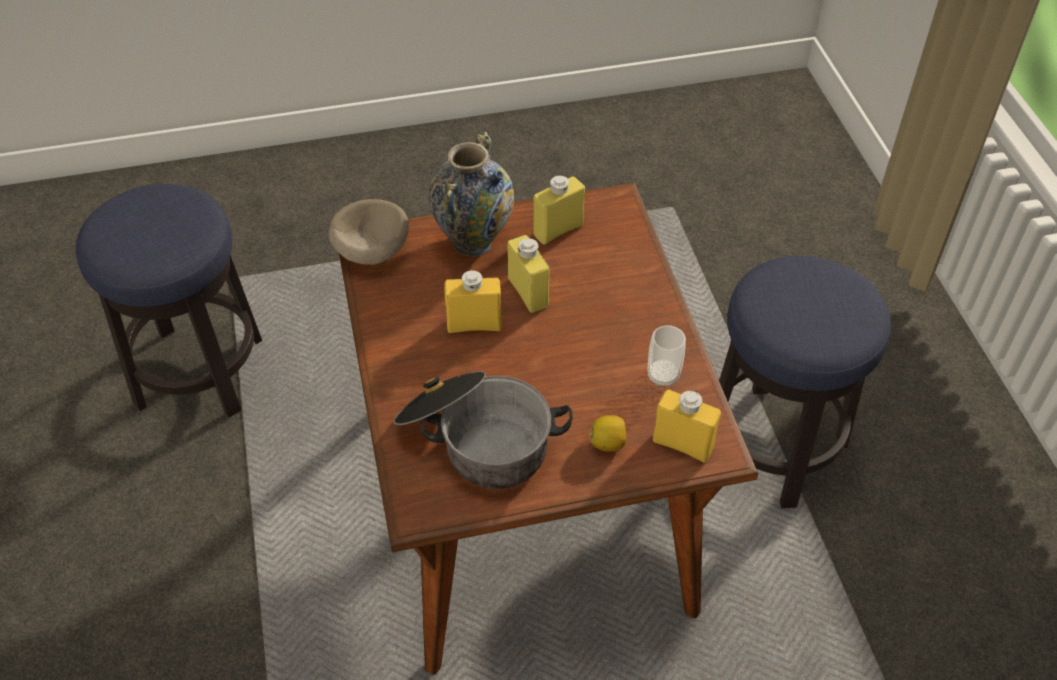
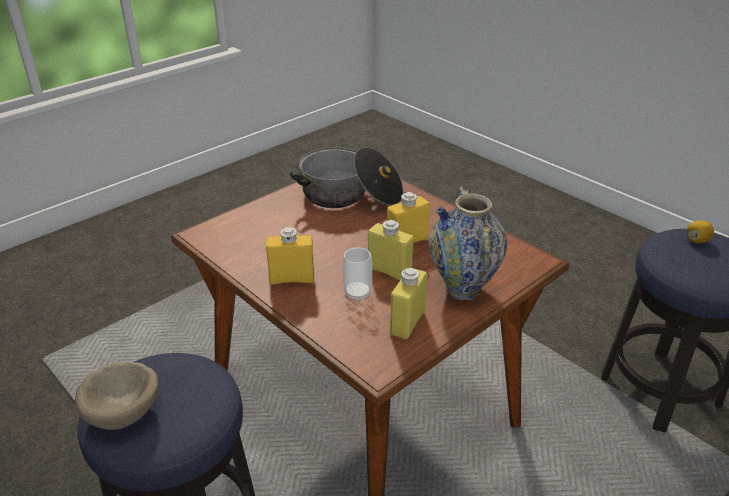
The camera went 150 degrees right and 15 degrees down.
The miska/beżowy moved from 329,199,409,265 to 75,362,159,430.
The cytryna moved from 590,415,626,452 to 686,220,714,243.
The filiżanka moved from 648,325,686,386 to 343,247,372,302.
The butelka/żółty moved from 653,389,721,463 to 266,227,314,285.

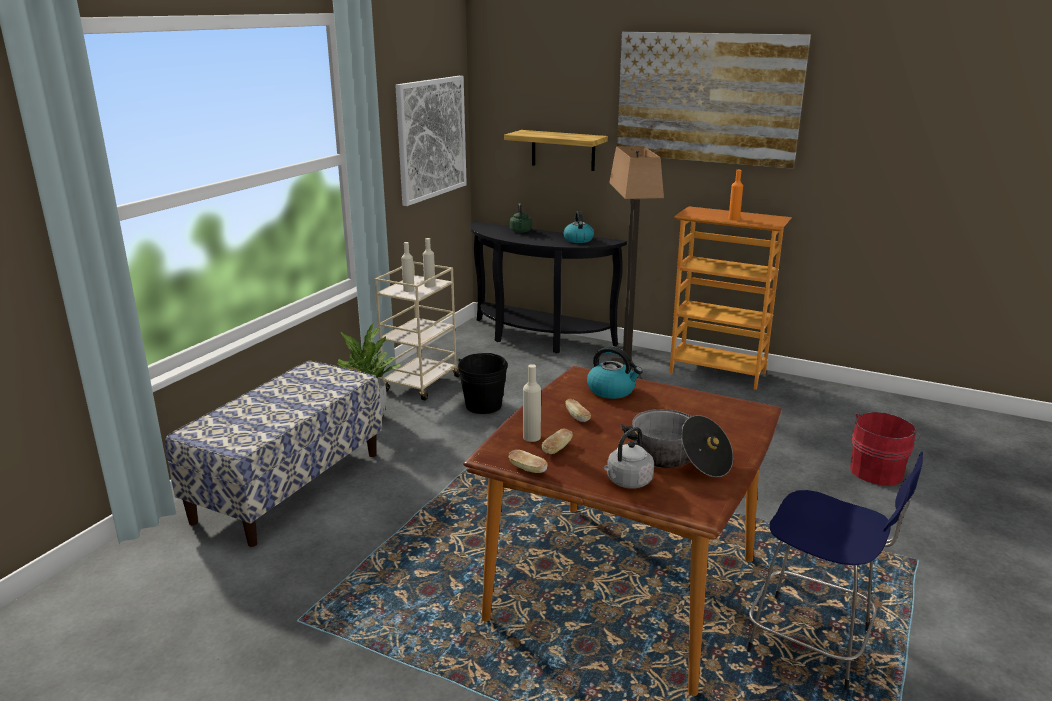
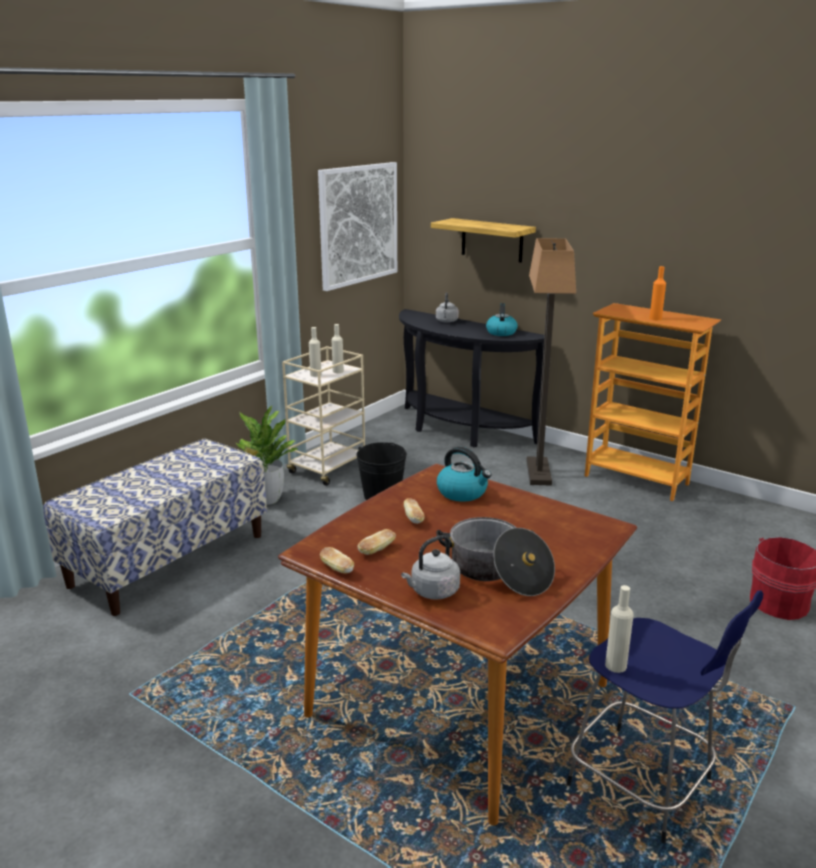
The camera went 10 degrees right and 0 degrees up.
The obraz at 617,32,811,169 disappeared.
The butelka/beżowy moved from 523,364,541,442 to 605,585,634,673.
The czajnik/zielony at 510,203,532,233 became the czajnik/szary at 436,293,459,323.

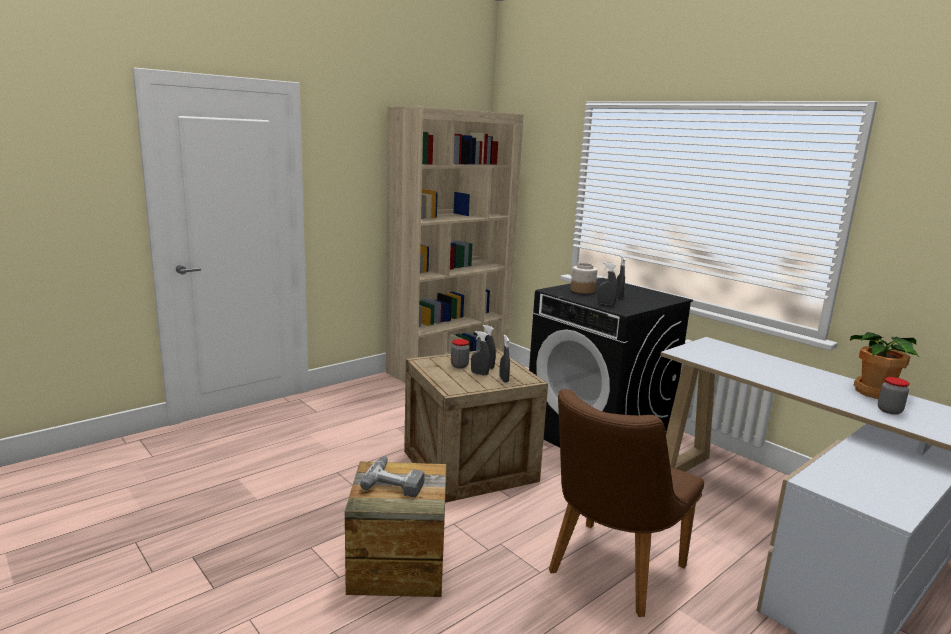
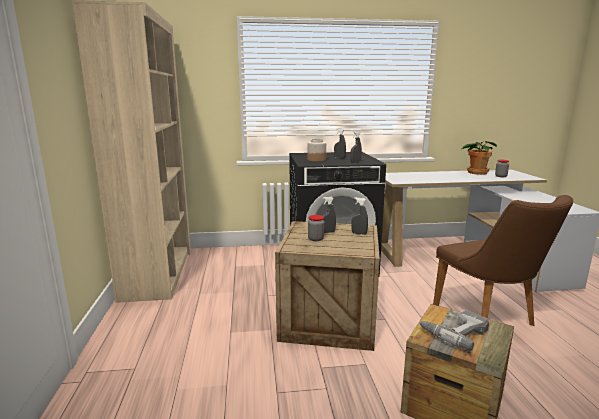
The camera went 55 degrees left and 0 degrees up.
The spryskiwacz/szary at 471,331,490,376 disappeared.

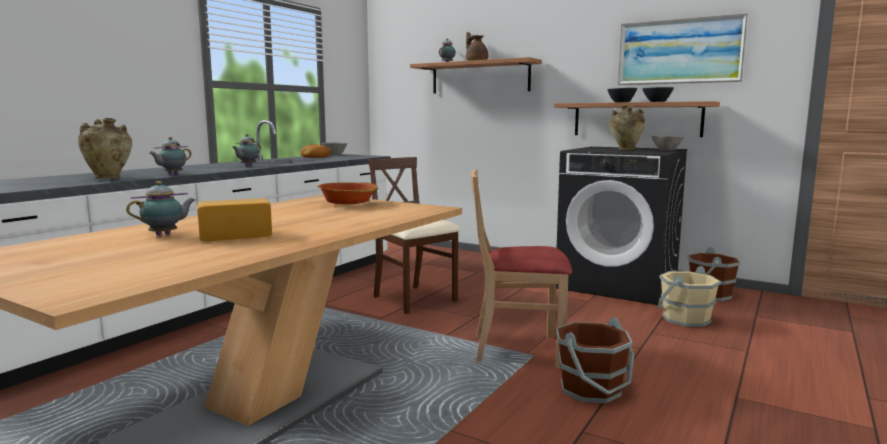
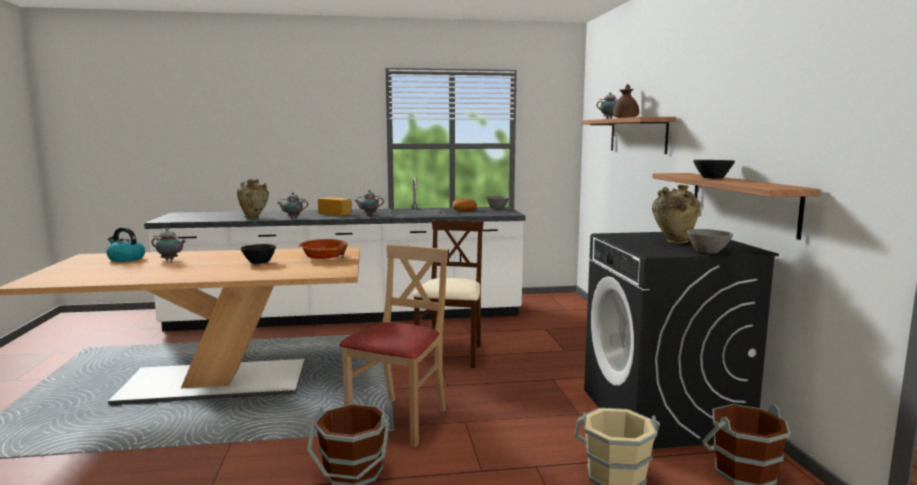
The camera went 50 degrees right and 0 degrees up.
The obraz at 618,13,748,85 disappeared.
The czajnik at 107,227,145,262 appeared.
The chleb moved from 197,198,272,241 to 318,197,352,215.
The miska/czarny moved from 643,87,674,102 to 240,244,276,264.
The krzesło/beżowy at 470,169,572,368 turned 60 degrees clockwise.

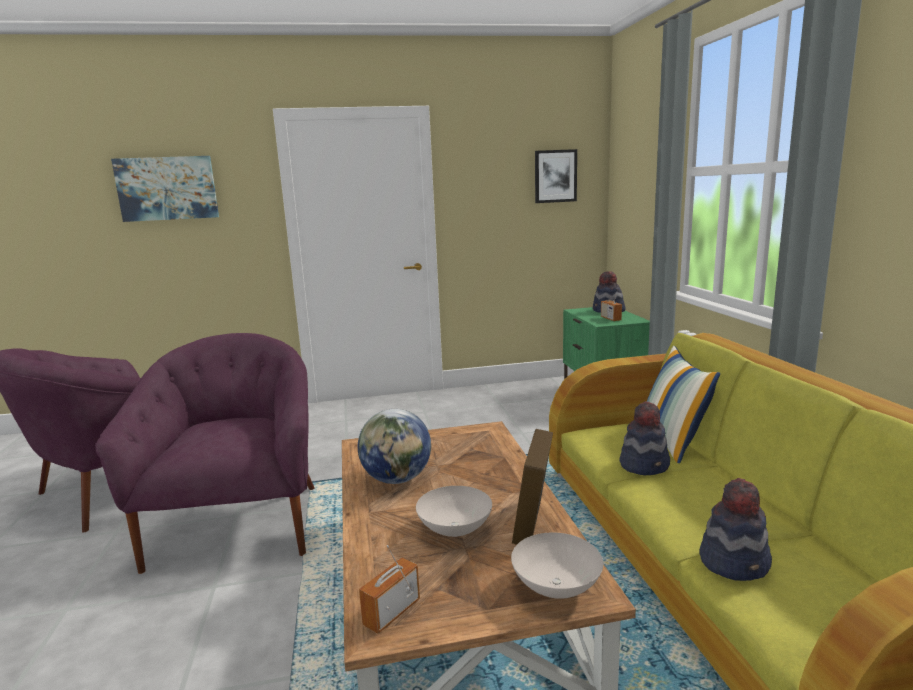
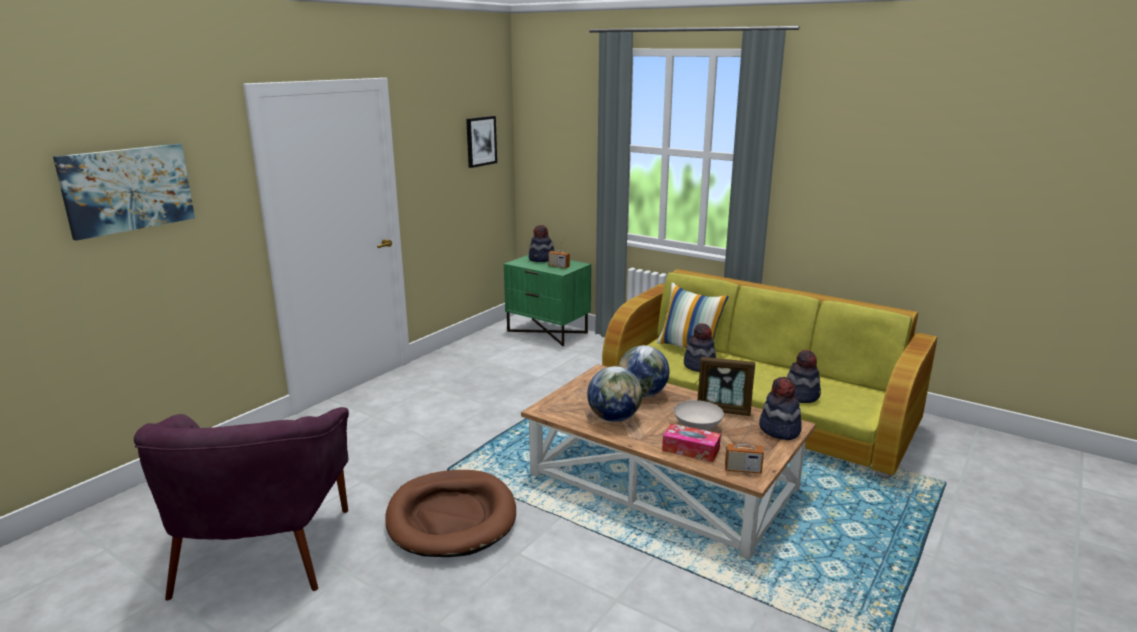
The camera went 45 degrees left and 5 degrees up.
The globus at 618,345,670,397 appeared.
The pudełko chusteczek at 662,423,721,462 appeared.
The fotel/fioletowy at 95,333,315,574 was replaced by the legowisko/brązowy at 385,470,516,557.
The miska/biały at 511,533,603,599 was replaced by the kapelusz at 759,377,802,440.
The radio at 359,545,420,634 turned 75 degrees counterclockwise.
The ramka na zdjęcie at 512,429,553,545 turned 45 degrees counterclockwise.

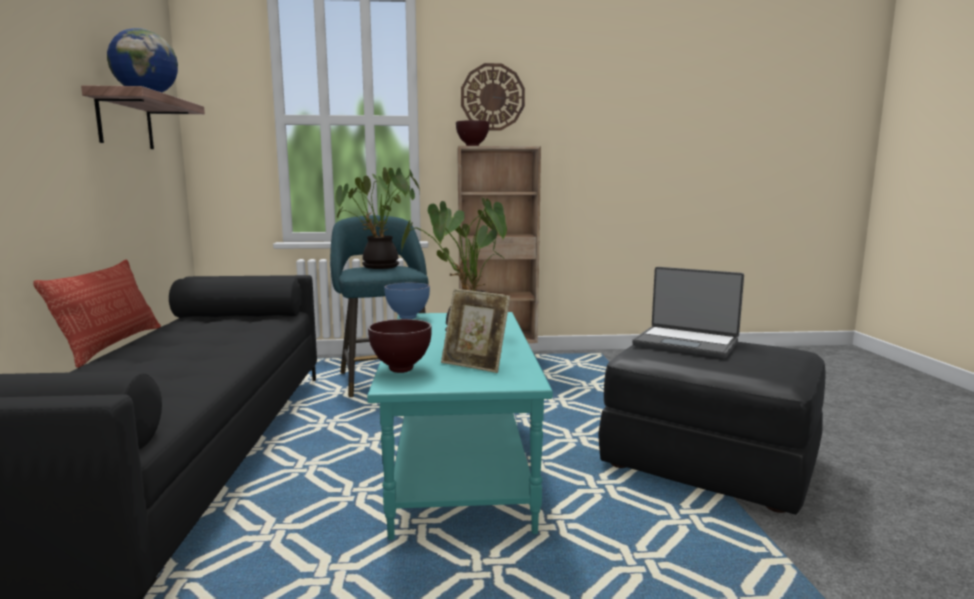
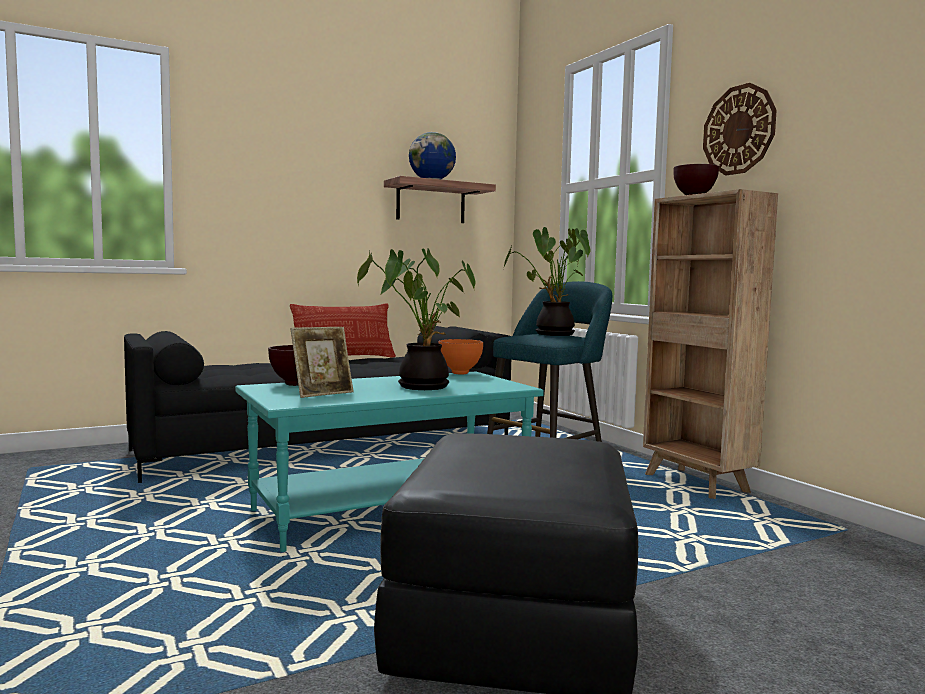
The camera went 65 degrees right and 5 degrees down.
The laptop at 632,267,744,358 disappeared.
The miska/niebieski at 384,282,430,319 became the miska/pomarańczowy at 439,339,483,374.
The ramka na zdjęcie at 441,289,510,373 turned 135 degrees counterclockwise.

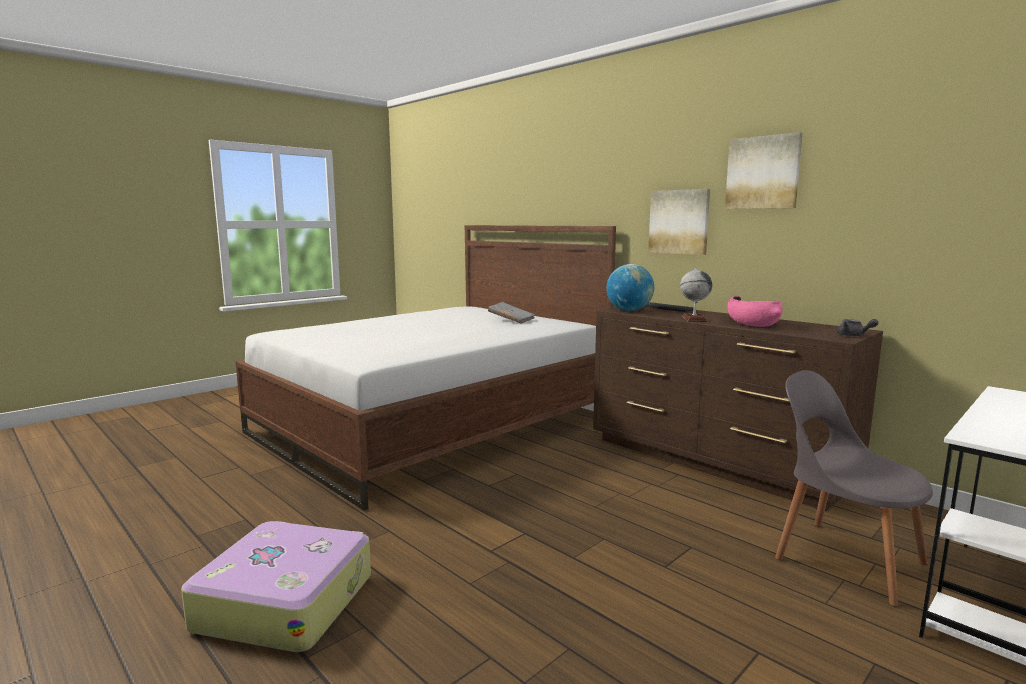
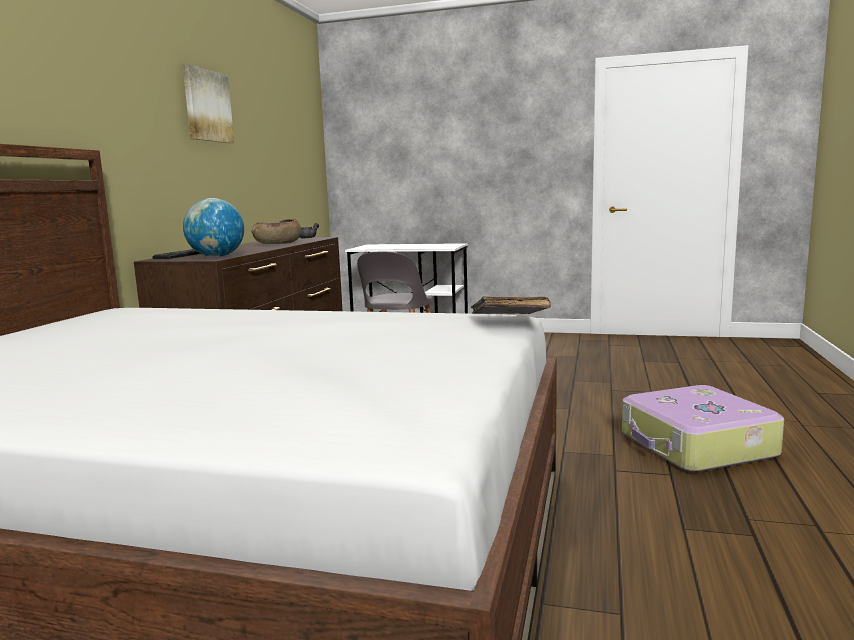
The camera went 120 degrees left and 0 degrees up.
The obraz at 648,189,710,255 disappeared.
The globus at 680,268,712,322 disappeared.
The książka/szary moved from 488,302,535,324 to 471,296,551,314.
The miska/różowy at 727,296,783,327 became the miska/brązowy at 252,219,301,244.

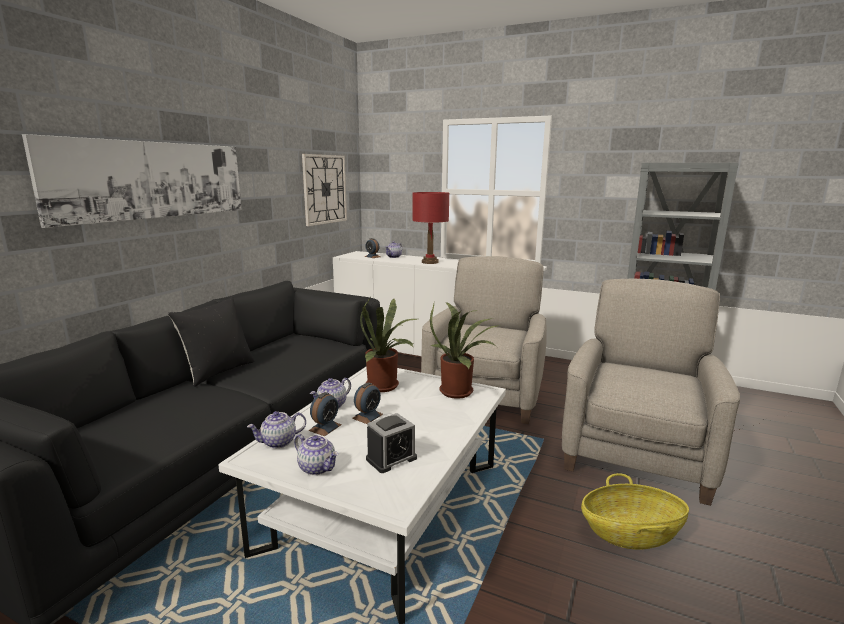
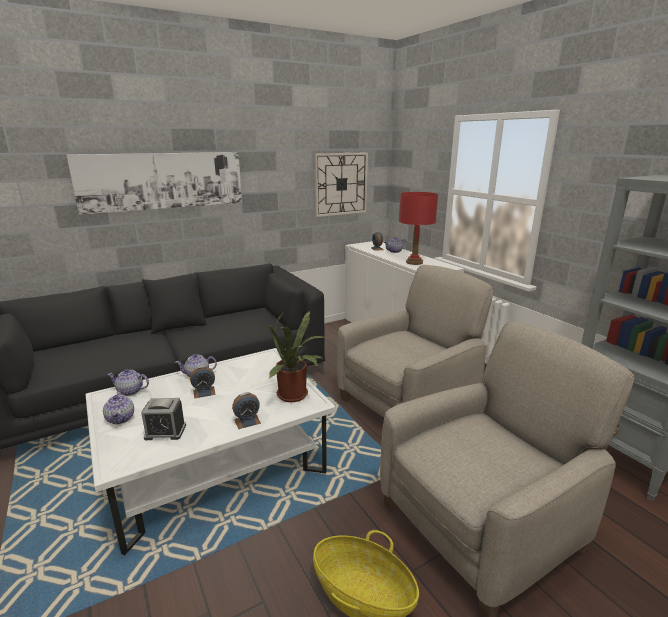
The camera went 35 degrees right and 5 degrees up.
The roślina doniczkowa at 360,298,417,392 disappeared.
The budzik moved from 309,392,342,436 to 232,392,261,429.

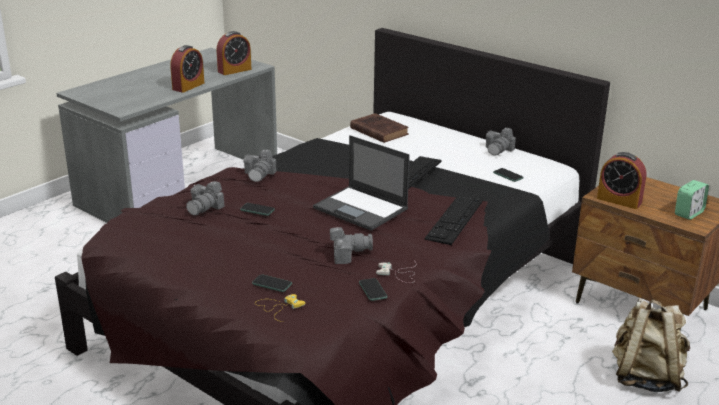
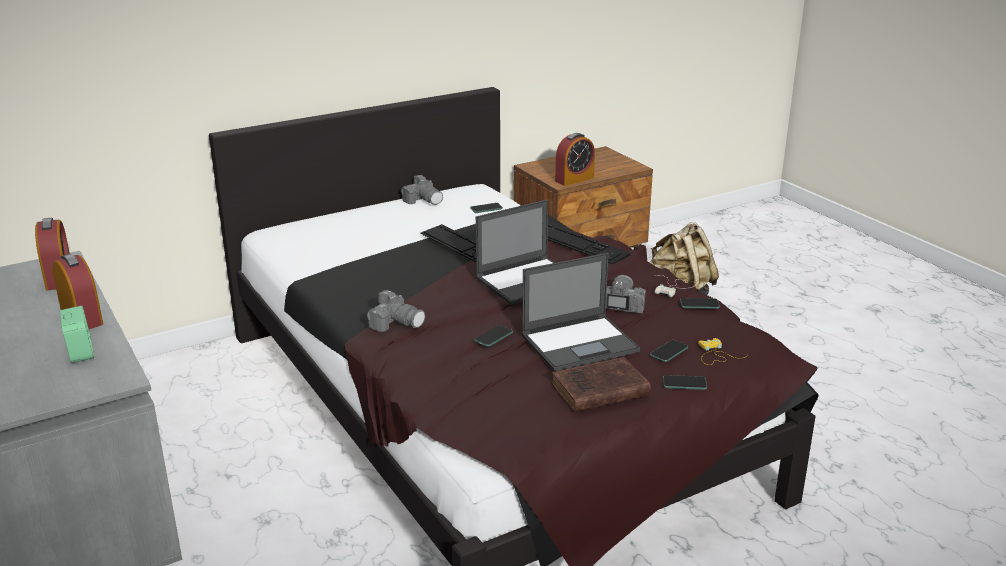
The camera went 70 degrees left and 0 degrees up.
The aparat fotograficzny at 186,181,225,215 disappeared.
The laptop at 521,253,640,371 appeared.
The telefon at 663,375,707,390 appeared.
The książka/brązowy moved from 350,113,409,143 to 551,357,651,412.
The budzik moved from 675,180,709,220 to 60,306,94,363.

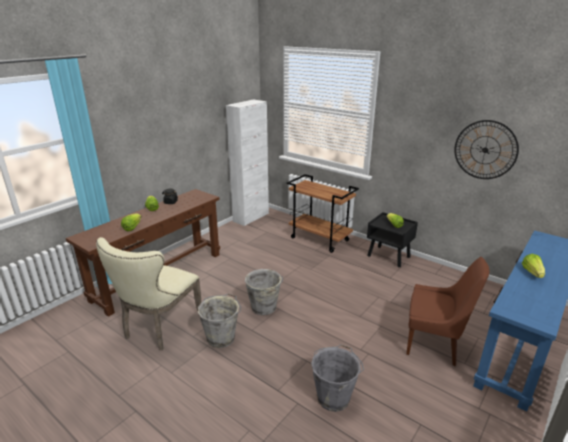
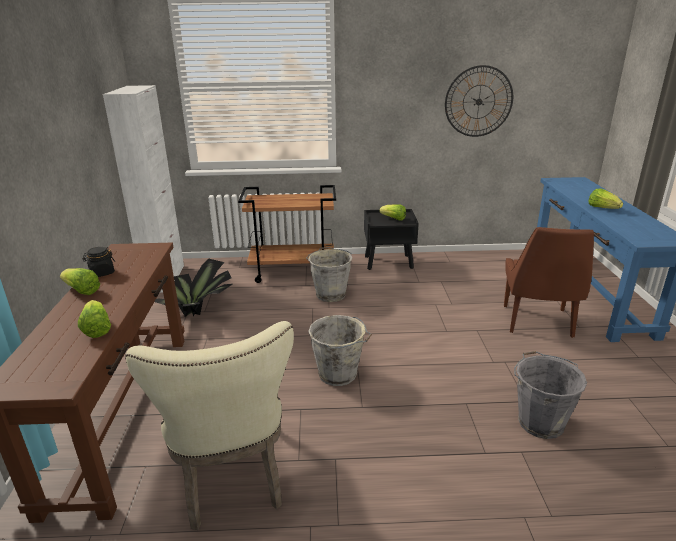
The camera went 40 degrees left and 0 degrees up.
The roślina doniczkowa at 155,258,233,318 appeared.
The wiadro/szary moved from 198,293,241,348 to 306,247,352,302.
The krzesło/brązowy at 406,257,489,366 turned 120 degrees clockwise.

